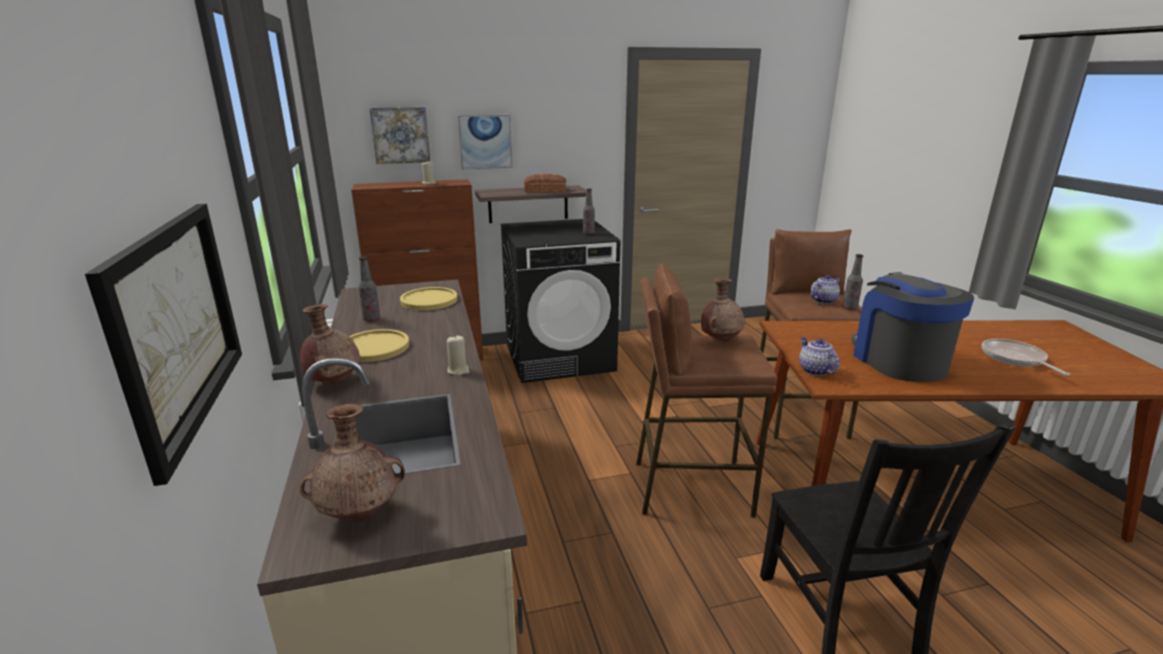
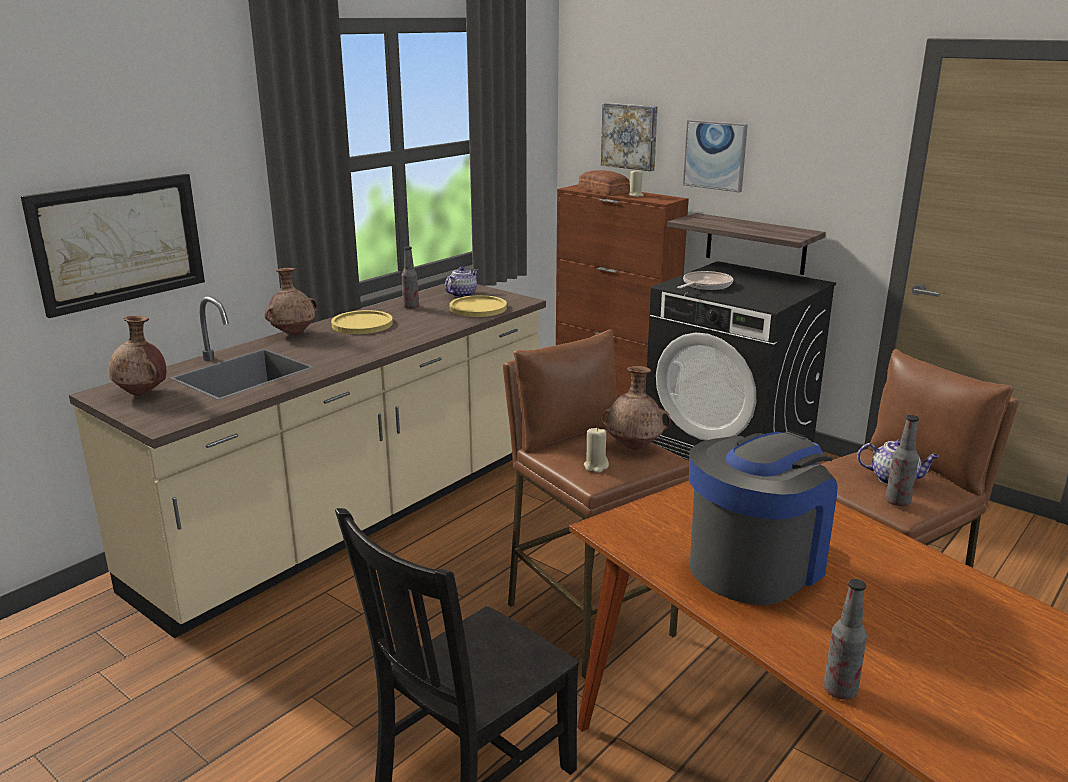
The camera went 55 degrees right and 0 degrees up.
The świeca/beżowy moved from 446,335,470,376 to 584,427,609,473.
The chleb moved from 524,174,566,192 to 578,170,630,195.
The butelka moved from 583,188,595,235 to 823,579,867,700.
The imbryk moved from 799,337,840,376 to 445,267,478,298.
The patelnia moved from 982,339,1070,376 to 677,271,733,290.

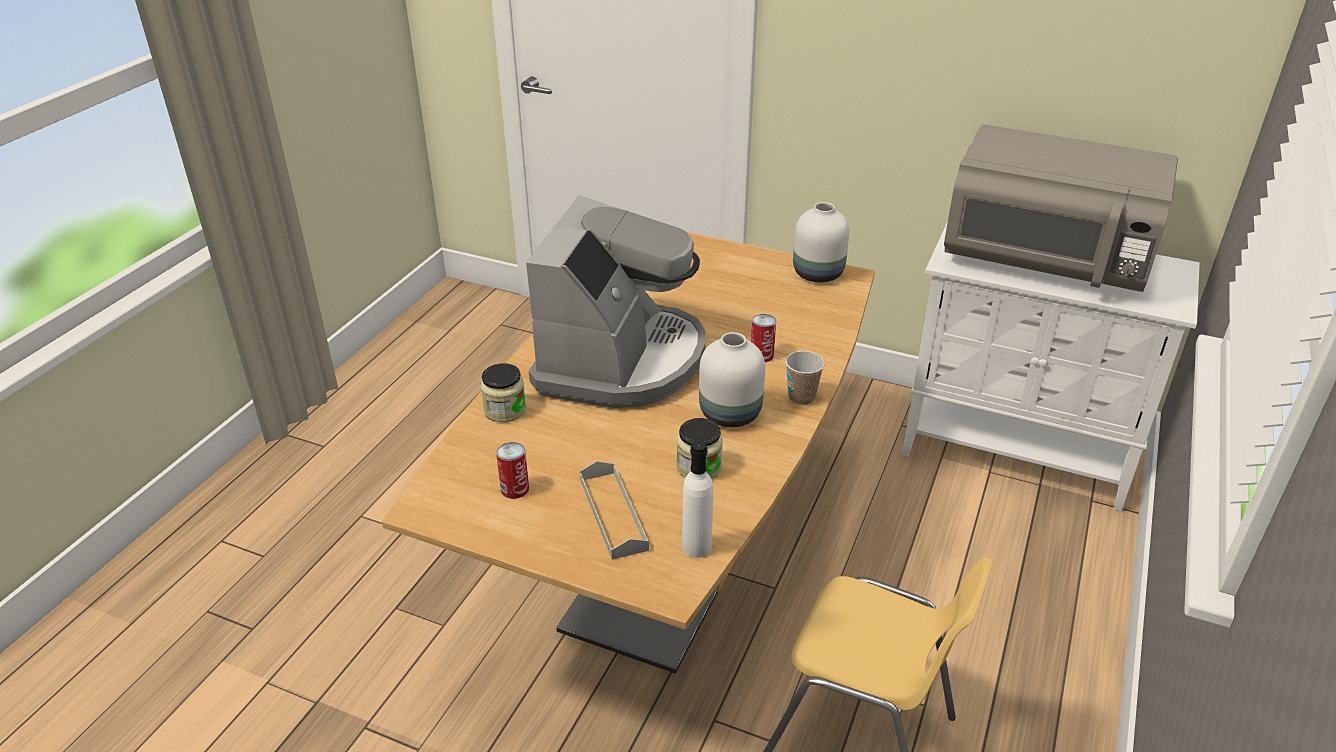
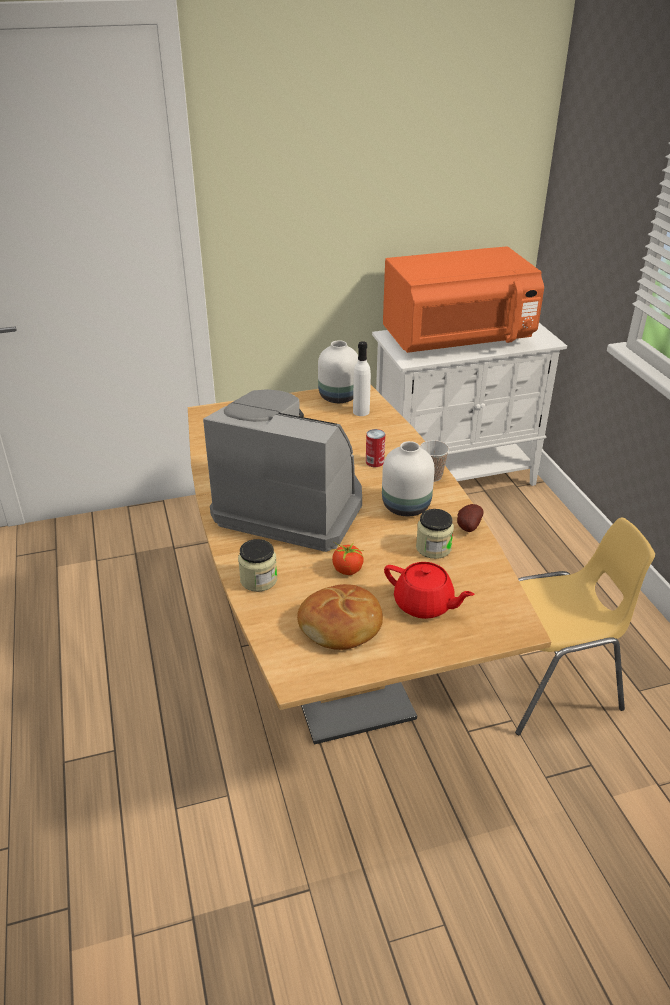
The camera went 40 degrees left and 0 degrees up.
The pomidor at 331,541,364,575 appeared.
The ziemniak at 457,504,483,532 appeared.
The butelka/biały moved from 682,441,713,558 to 353,341,371,416.
The puszka at 496,442,529,499 was replaced by the chleb at 297,584,383,650.
The taca/szary at 579,461,649,560 was replaced by the imbryk/czerwony at 384,562,475,619.
The mikrofalówka/szary at 944,124,1178,292 became the mikrofalówka/pomarańczowy at 383,246,544,353.
The ekspres do kawy at 526,195,706,408 turned 45 degrees counterclockwise.

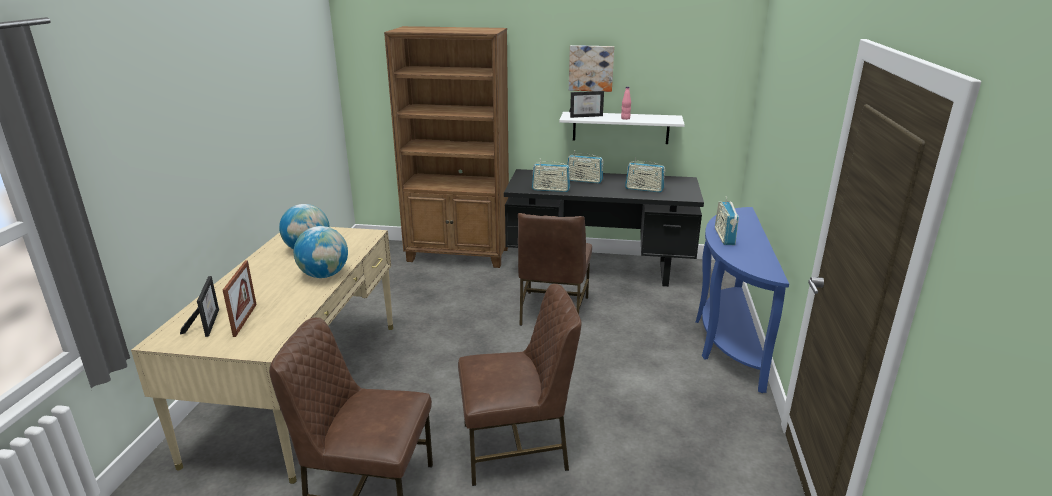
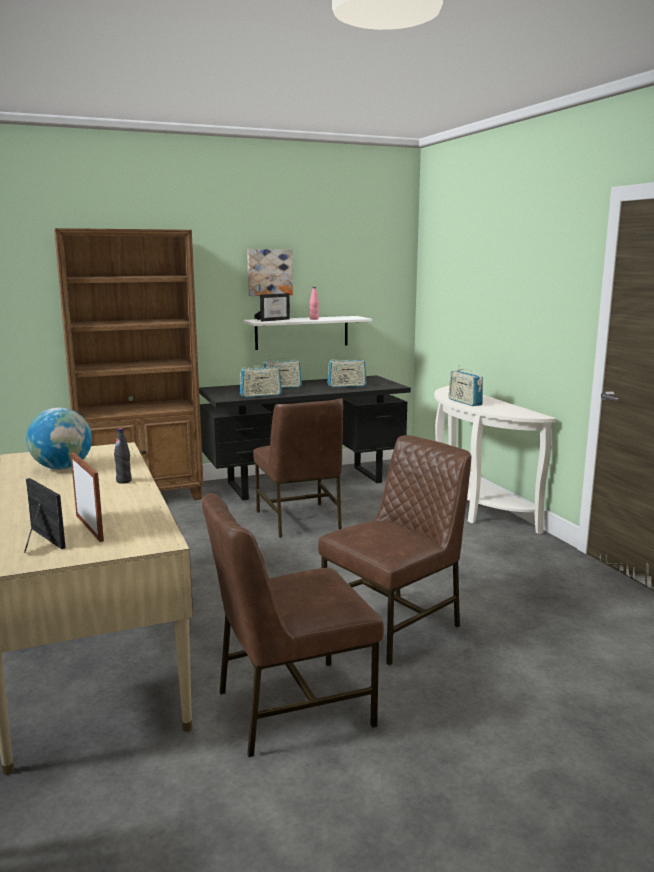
The camera went 30 degrees left and 10 degrees down.
The globus at 294,226,348,278 was replaced by the butelka/czarny at 114,428,132,484.
The stolik konsolowy/niebieski at 696,207,789,393 became the stolik konsolowy/biały at 434,386,557,534.

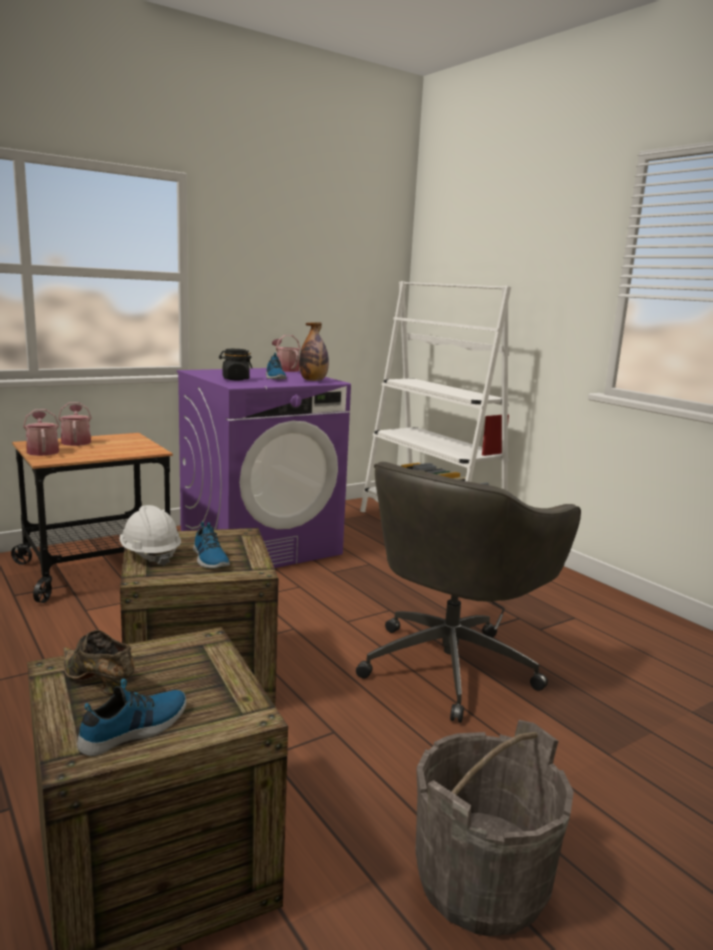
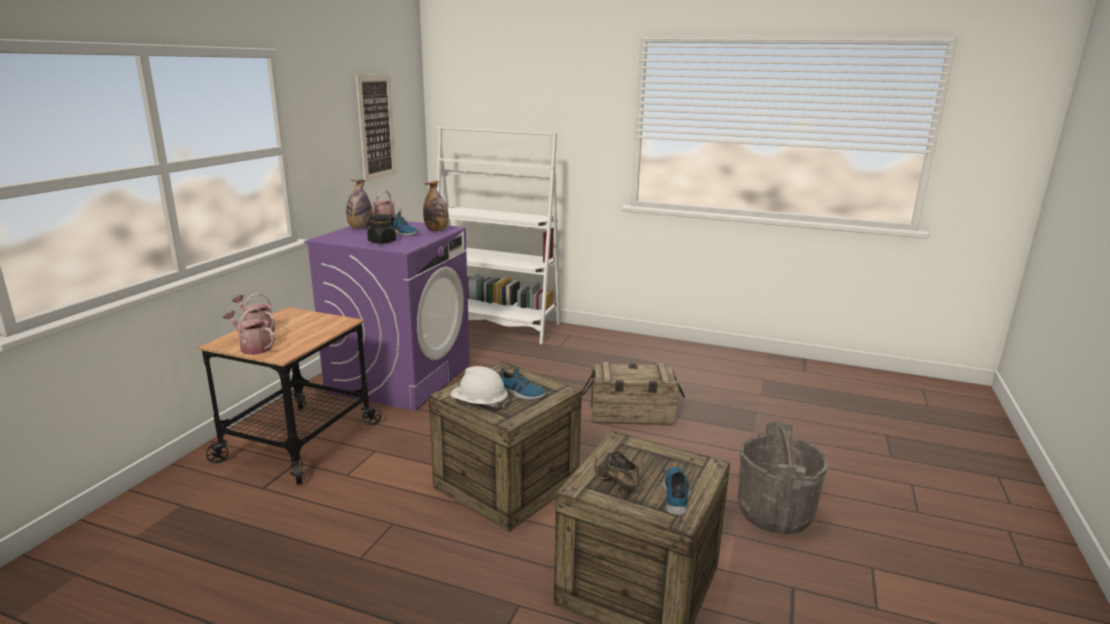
The camera went 35 degrees left and 5 degrees up.
The butelka at 346,180,372,229 appeared.
The obraz at 356,75,397,182 appeared.
The krzesło biurowe/szary at 356,462,581,723 was replaced by the skrzynka at 582,362,685,426.
The but/brązowy at 63,630,135,695 turned 60 degrees clockwise.

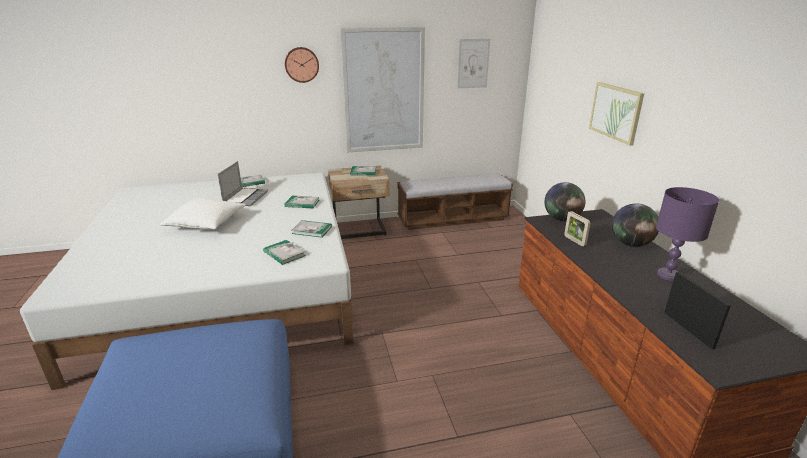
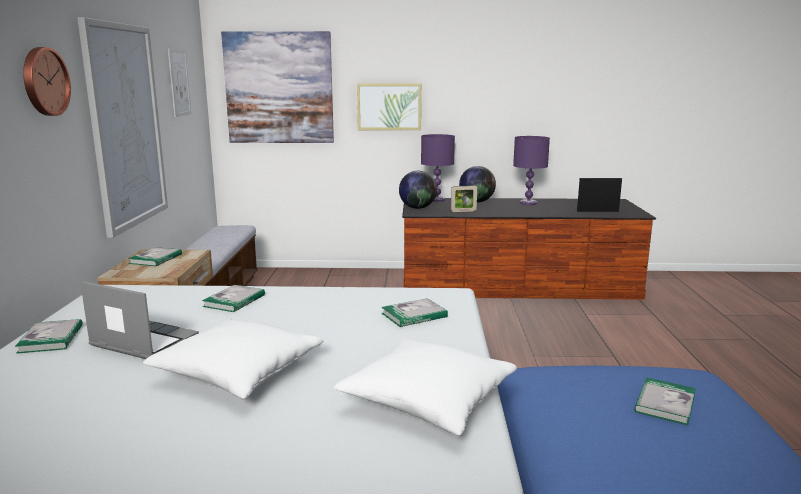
The camera went 75 degrees left and 10 degrees down.
The obraz at 221,31,334,143 appeared.
The poduszka/biały at 333,339,517,436 appeared.
The lampa stołowa/fioletowy at 421,134,455,202 appeared.
The książka moved from 292,220,332,238 to 634,377,696,425.

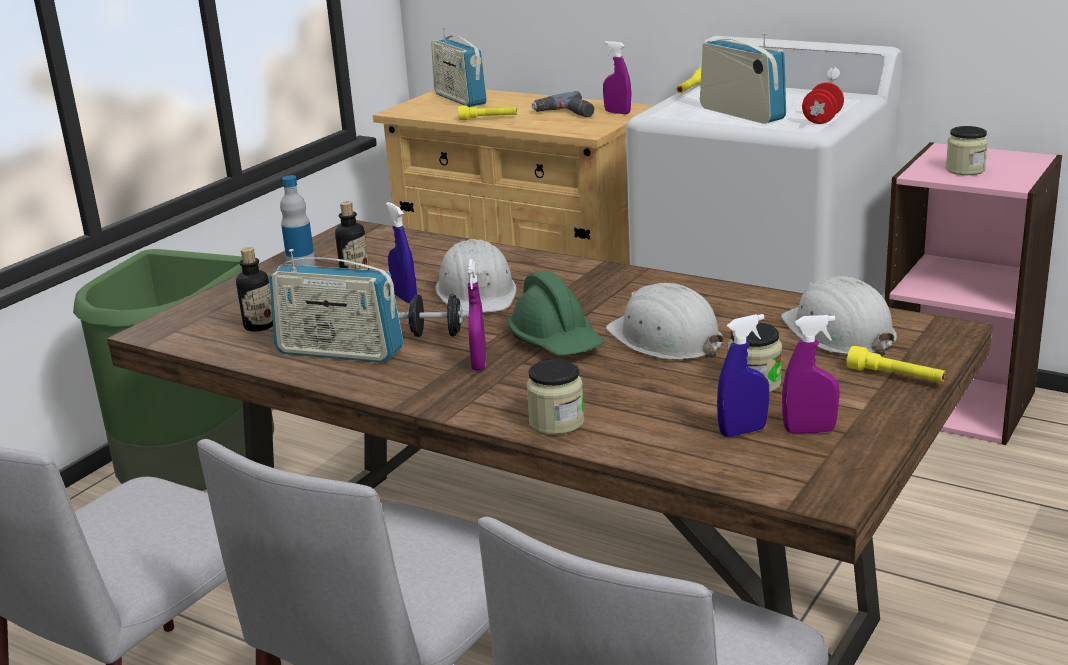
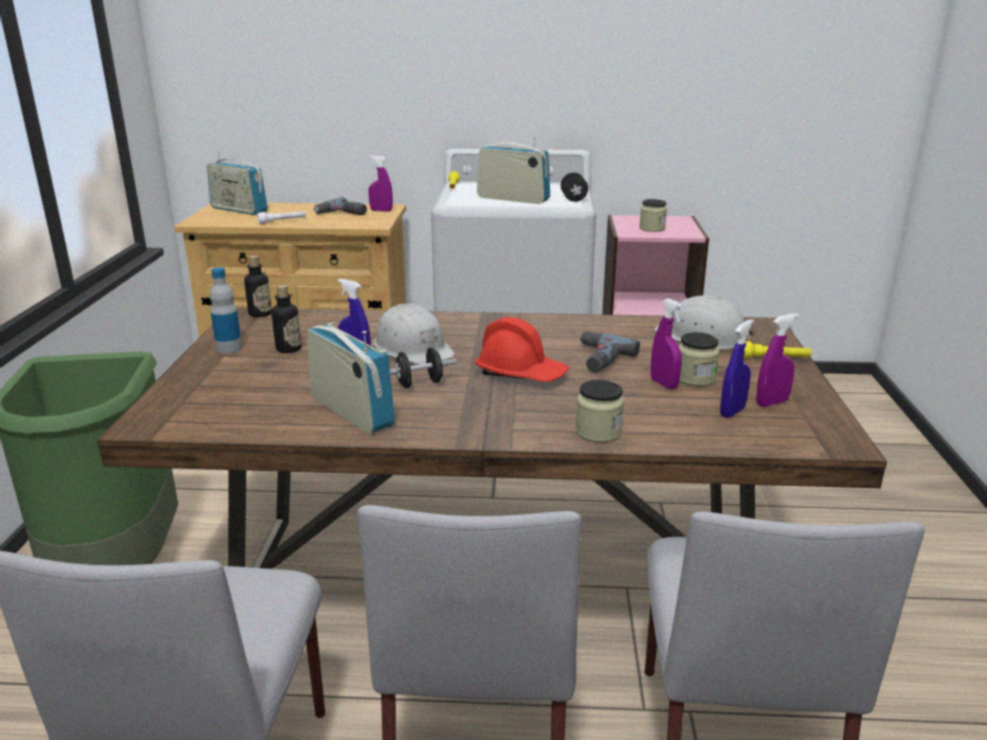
The camera went 30 degrees left and 0 degrees up.
The butelka moved from 236,247,273,331 to 244,255,272,317.
The spryskiwacz/fioletowy moved from 467,259,486,371 to 651,298,683,389.
The kask/biały at 606,283,724,360 was replaced by the wiertarka at 579,331,640,373.
The latarka/żółty at 458,105,517,120 became the latarka/biały at 257,211,306,224.
The kask/zielony at 507,270,605,355 became the kask/czerwony at 475,317,569,382.
The hantel/czerwony at 802,82,844,124 became the hantel/czarny at 561,172,588,202.
The radio at 269,249,403,363 turned 120 degrees counterclockwise.

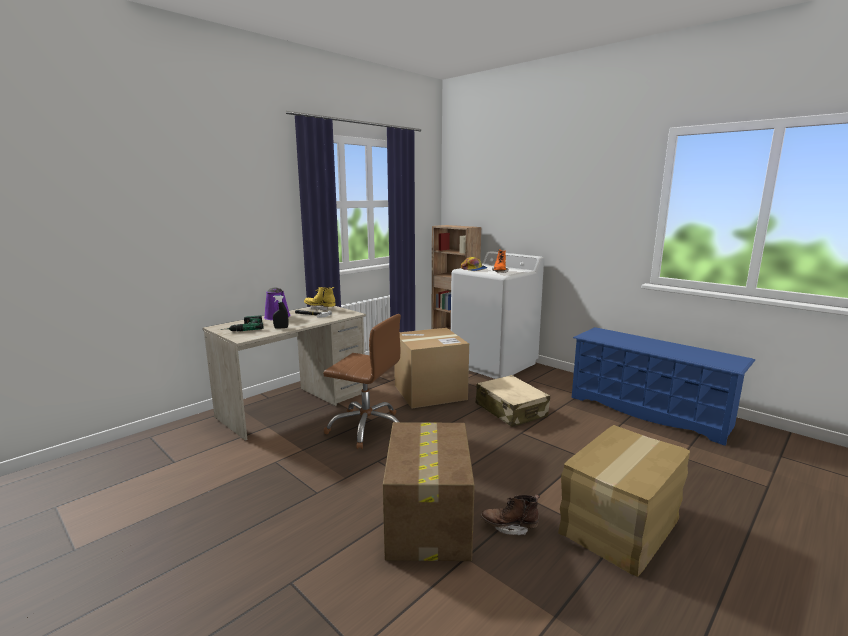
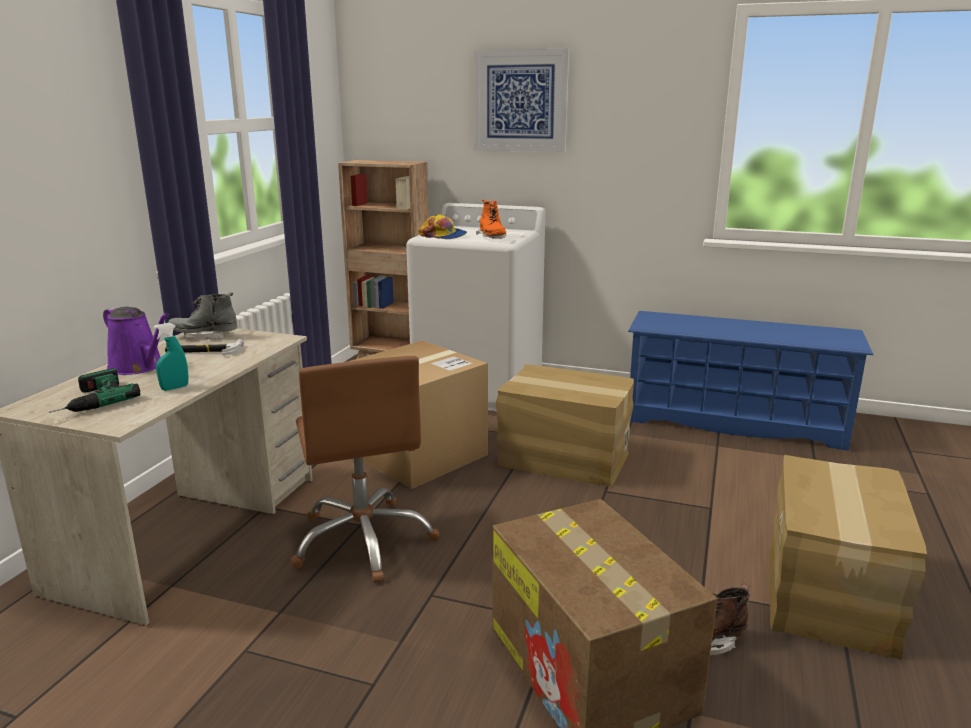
The camera went 25 degrees left and 5 degrees up.
The obraz at 474,49,569,152 appeared.
The walizka/beżowy at 476,375,550,427 was replaced by the karton at 496,364,634,487.
The spryskiwacz/czarny at 273,295,288,329 became the spryskiwacz/turkusowy at 153,323,189,391.
The but z cholewką/żółty at 304,287,336,311 became the but z cholewką/szary at 168,292,237,340.
The krzesło biurowe/brązowy at 323,314,401,449 turned 75 degrees clockwise.

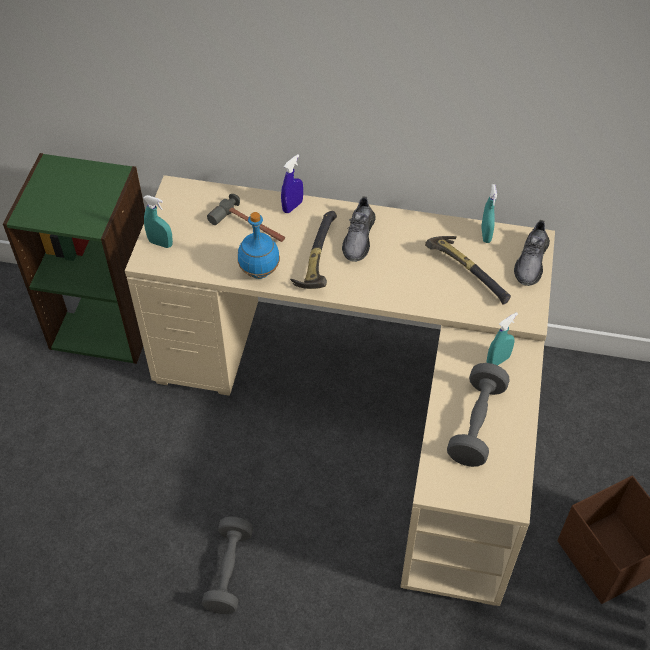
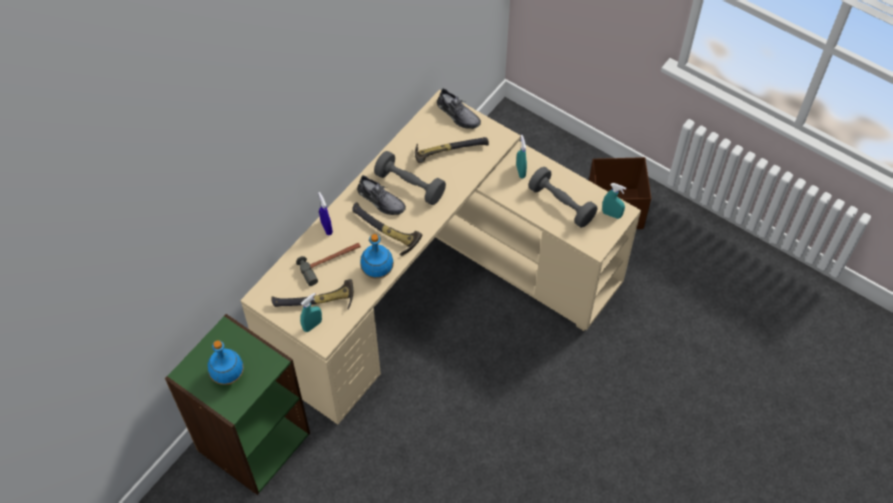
The camera went 65 degrees left and 5 degrees up.
The butelka/niebieski at 208,340,244,385 appeared.
The młotek at 271,279,353,310 appeared.
The hantel/szary moved from 202,517,253,614 to 374,151,446,205.
The spryskiwacz/turkusowy moved from 481,184,497,243 to 602,183,626,219.

